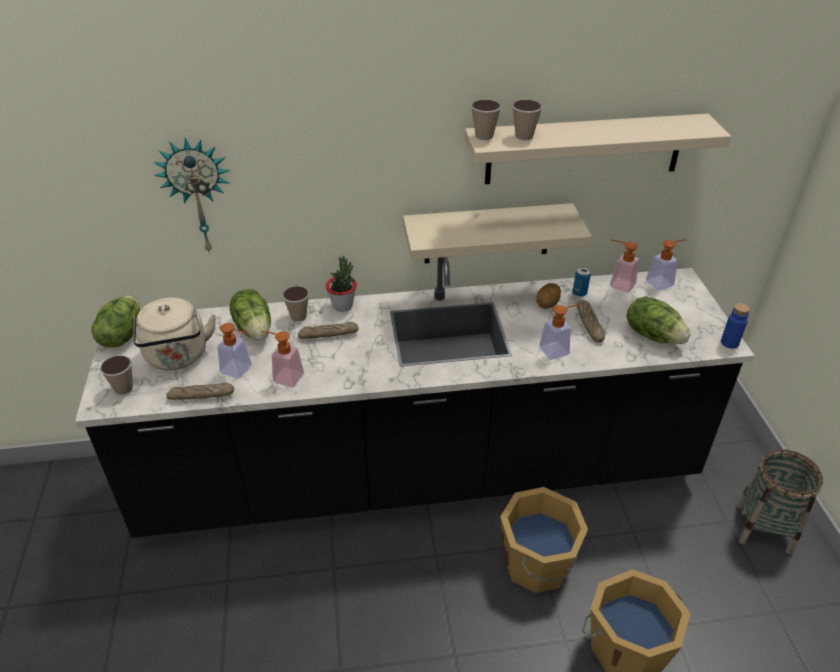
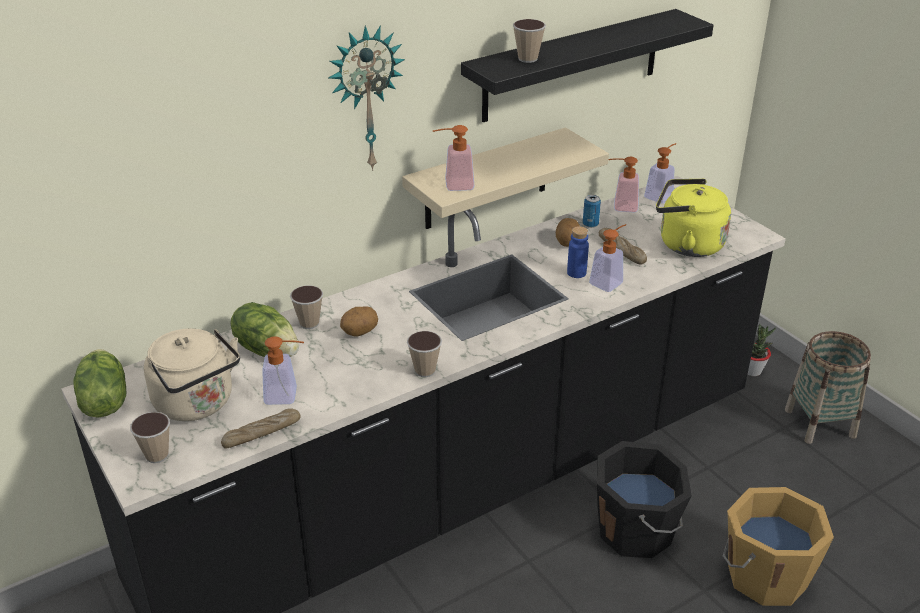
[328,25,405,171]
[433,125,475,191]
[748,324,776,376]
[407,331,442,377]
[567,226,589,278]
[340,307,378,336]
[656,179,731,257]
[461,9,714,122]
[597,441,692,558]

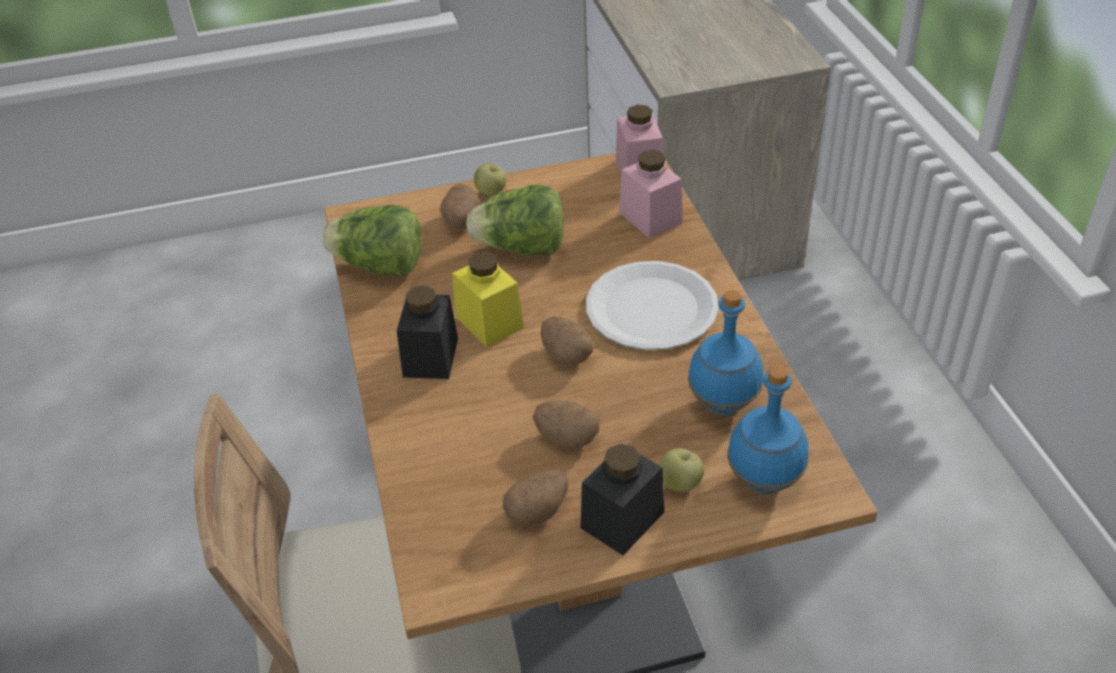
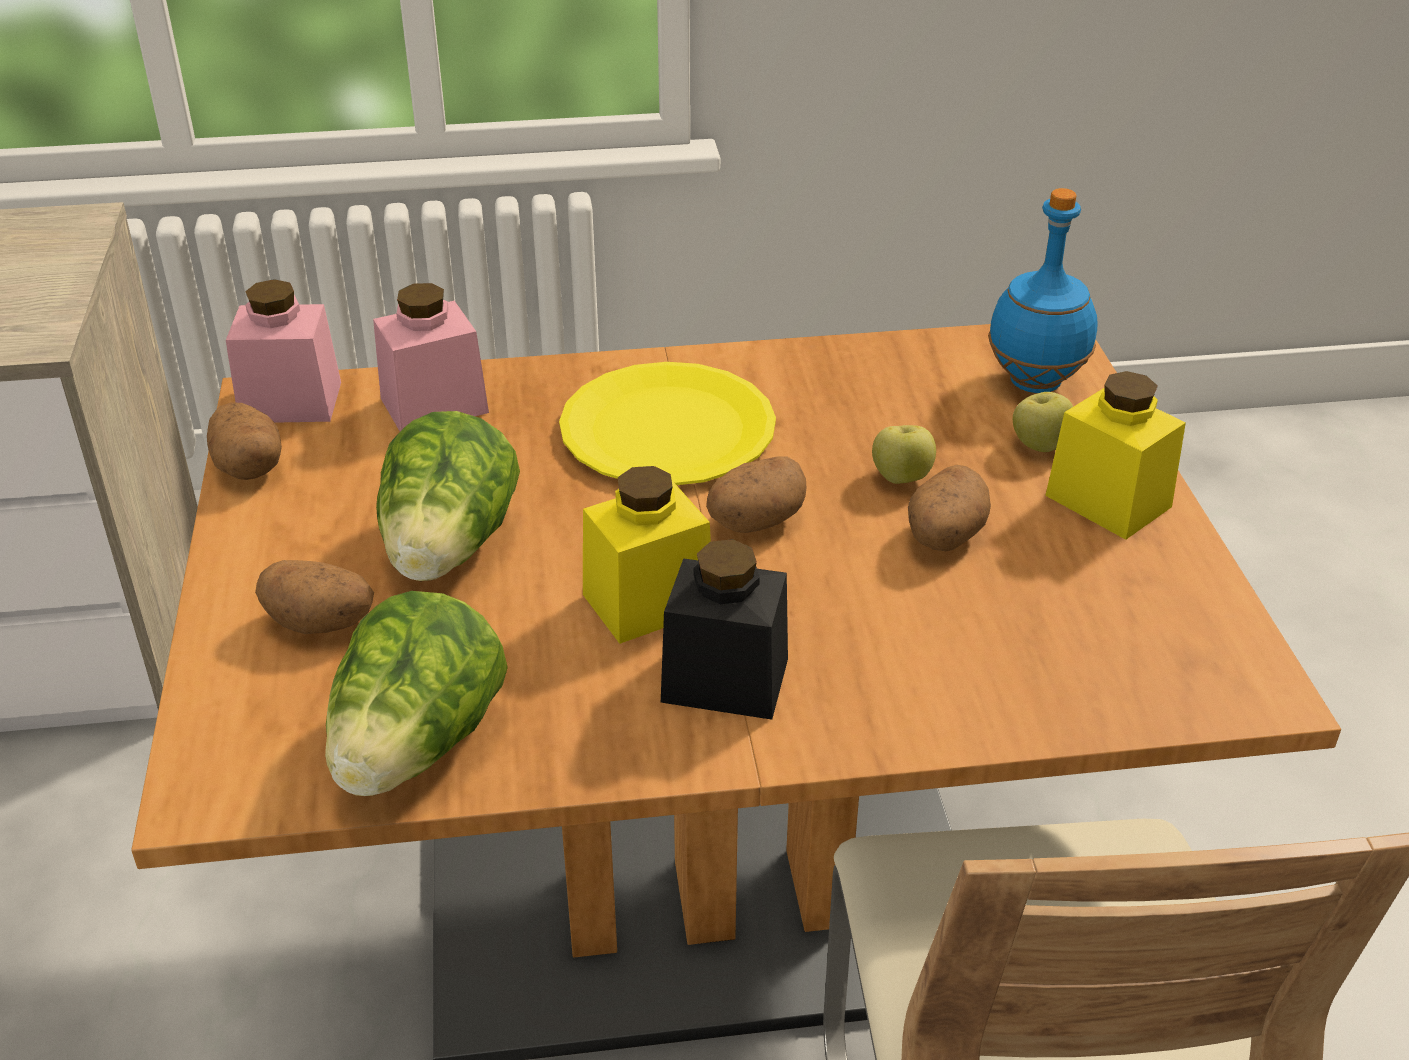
[688,290,763,415] (first image)
[872,425,936,484]
[207,402,282,480]
[1045,371,1186,540]
[559,362,776,485]

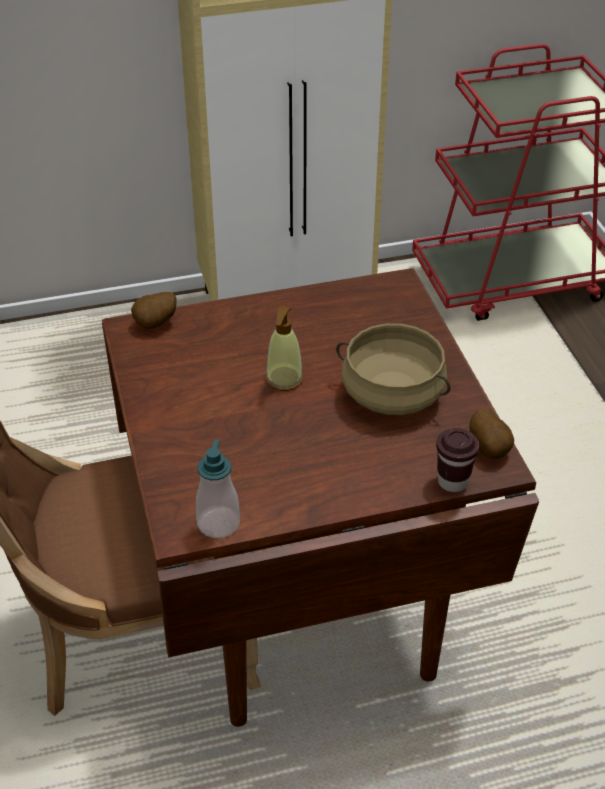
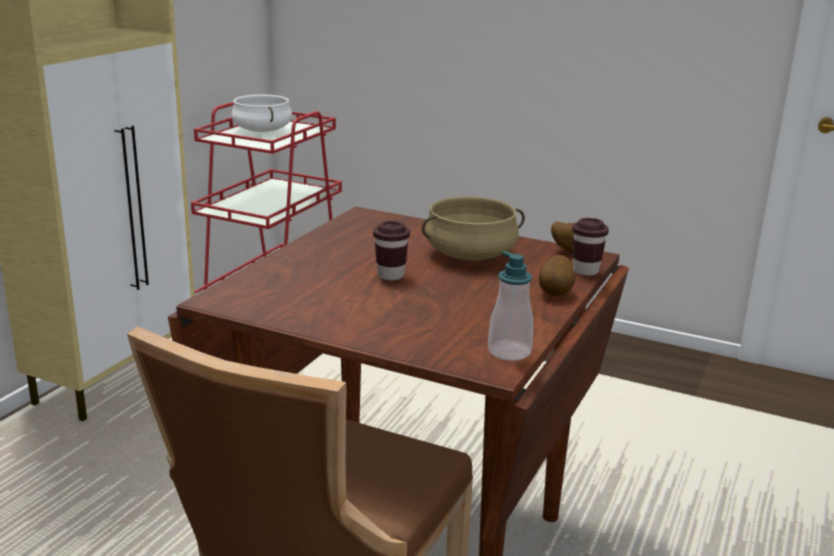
[231,95,292,132]
[539,255,575,296]
[373,221,410,281]

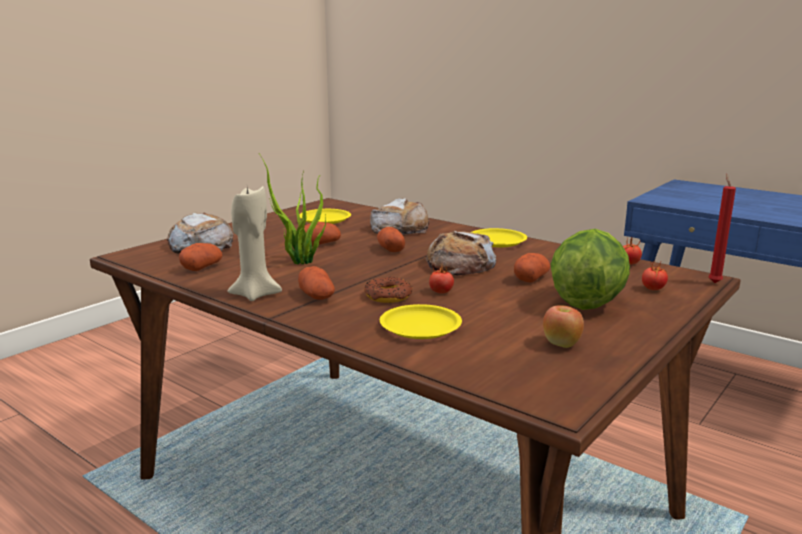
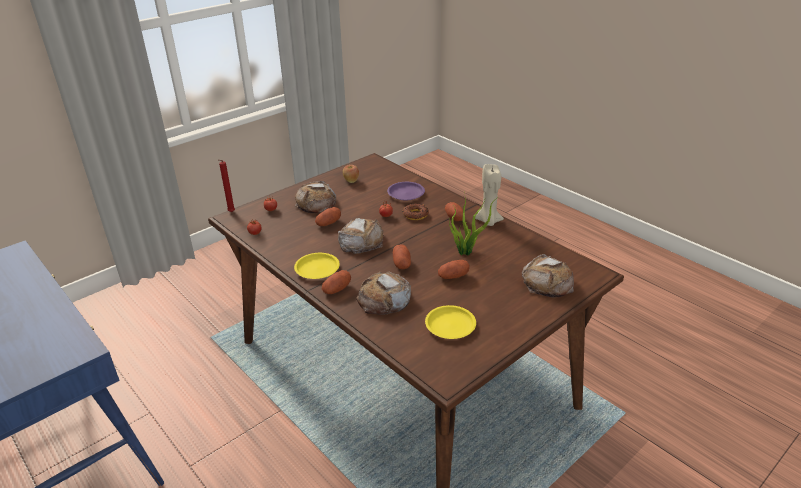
[322,270,351,294]
[295,181,336,213]
[387,182,425,200]

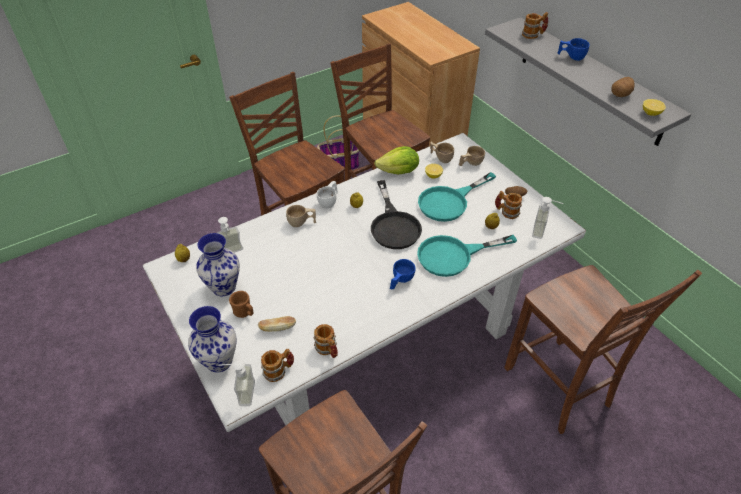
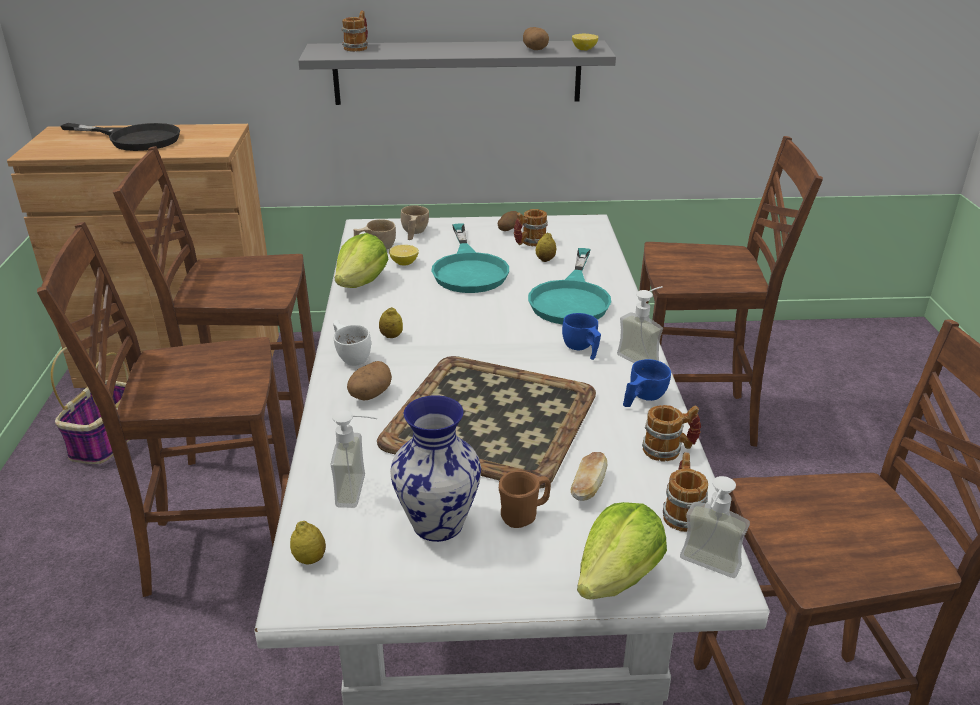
[377,356,596,489]
[61,123,180,151]
[617,286,663,363]
[623,359,671,407]
[577,502,667,599]
[347,361,392,400]

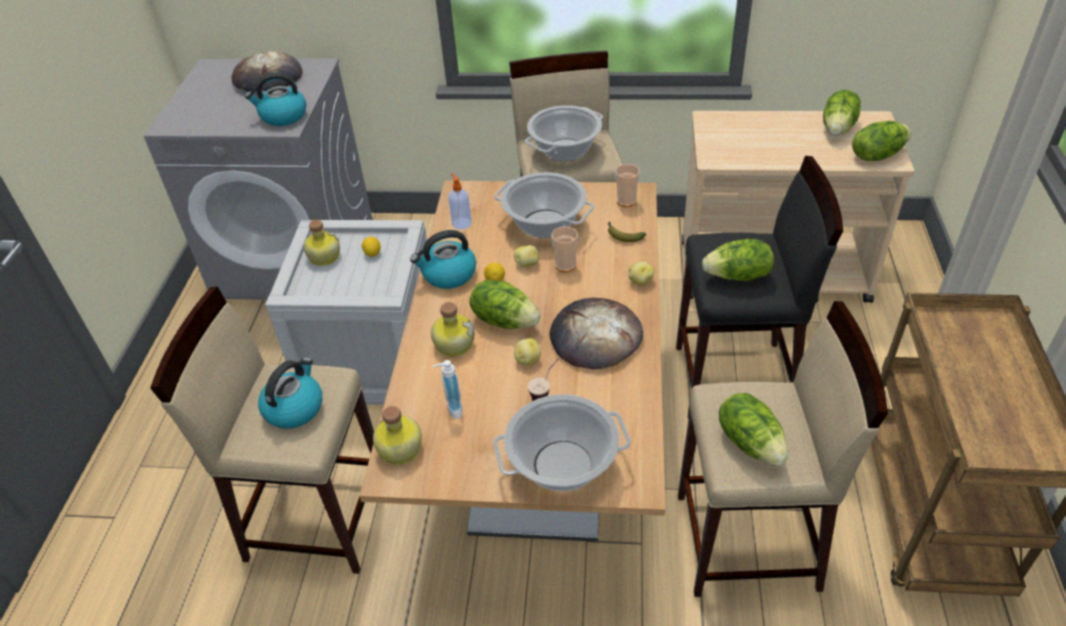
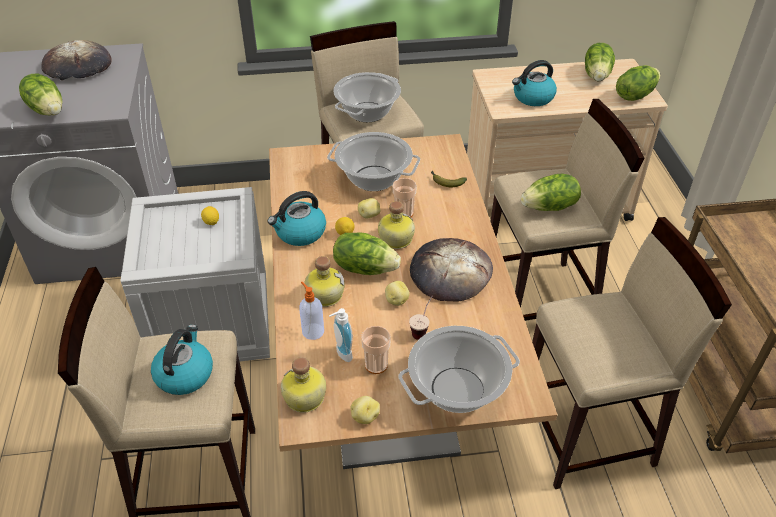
[512,60,557,106]
[378,201,415,249]
[299,282,324,340]
[361,326,391,374]
[351,396,380,424]
[19,73,63,116]
[491,99,645,321]

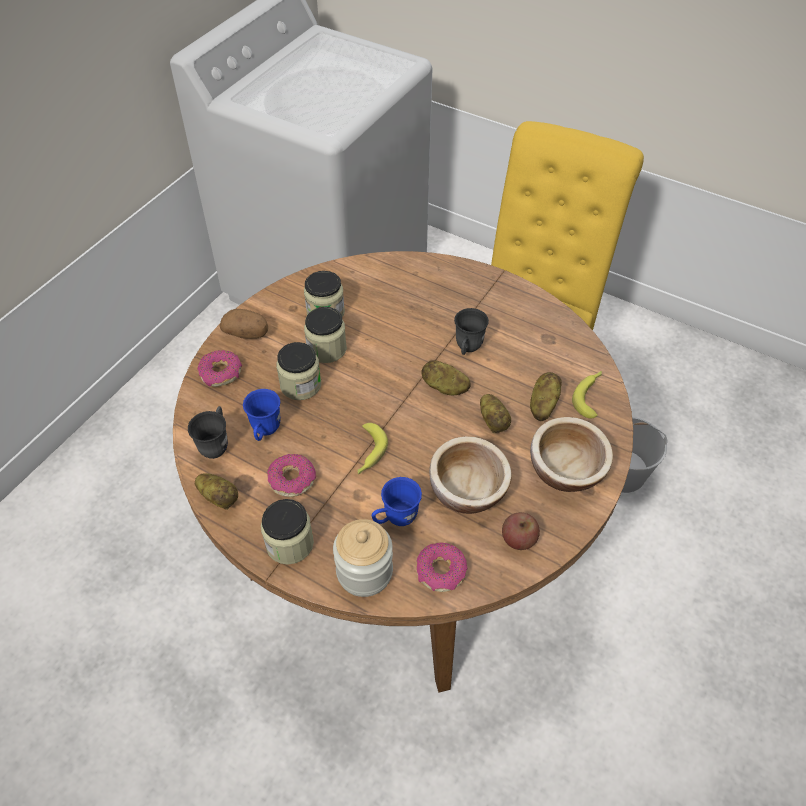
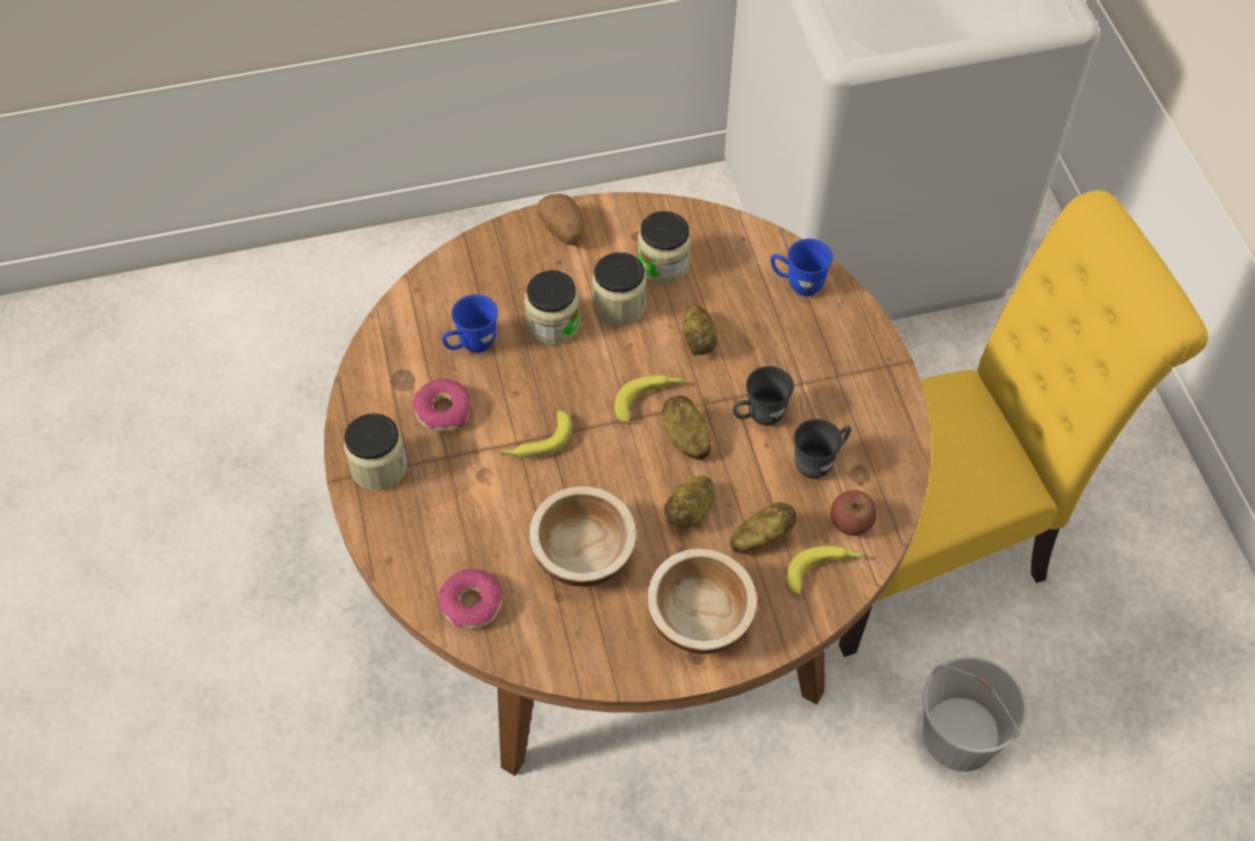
[197,350,242,387] (first image)
[333,519,393,597] (first image)
[614,375,684,423]
[794,419,851,479]
[683,305,718,356]
[770,239,833,296]
[831,490,877,536]

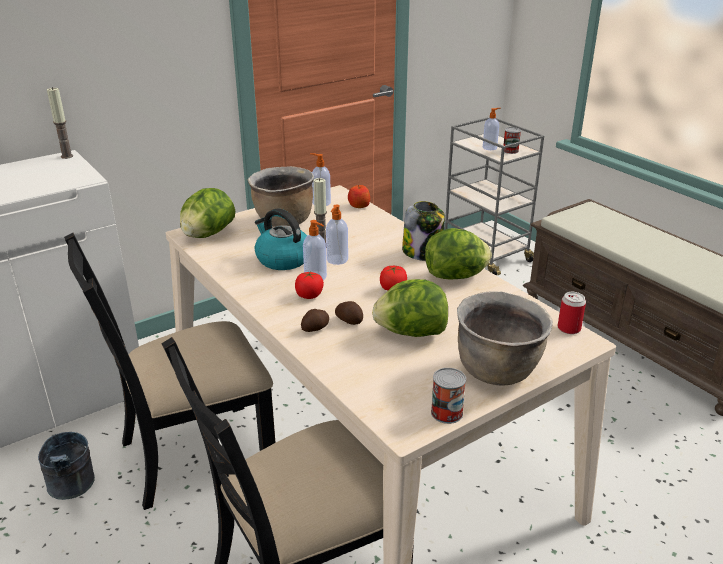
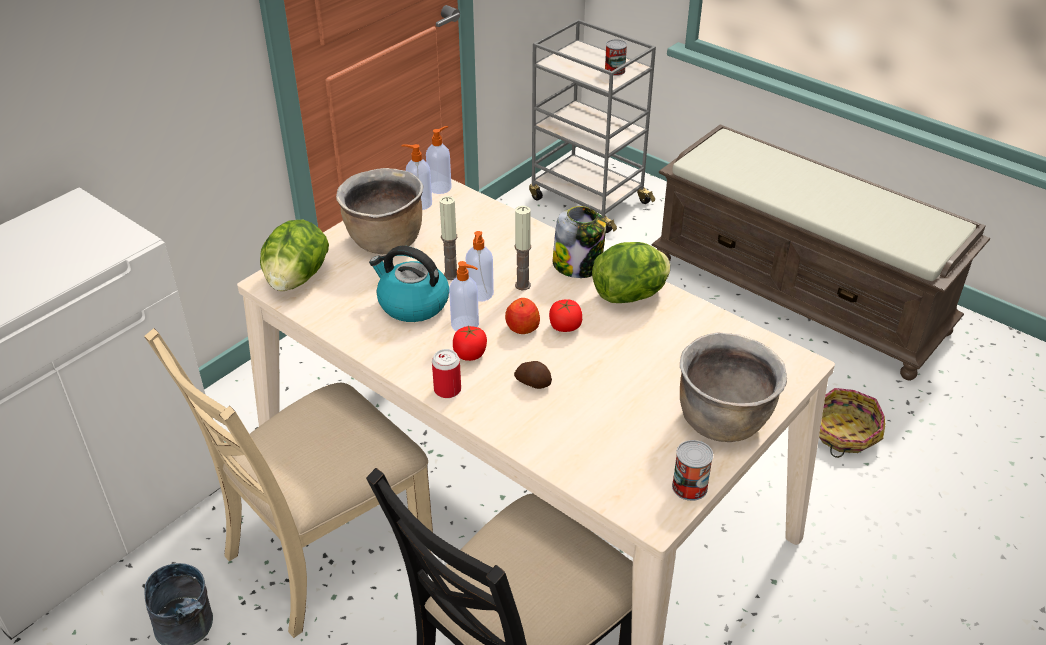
[301,309,329,332] (first image)
[372,279,448,337] (first image)
[819,388,886,458]
[514,206,531,290]
[505,298,540,334]
[426,126,452,194]
[432,349,461,398]
[144,328,433,638]

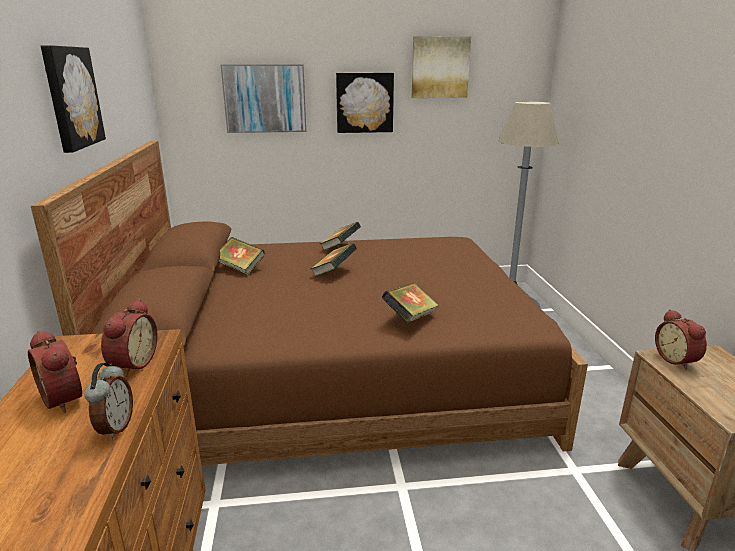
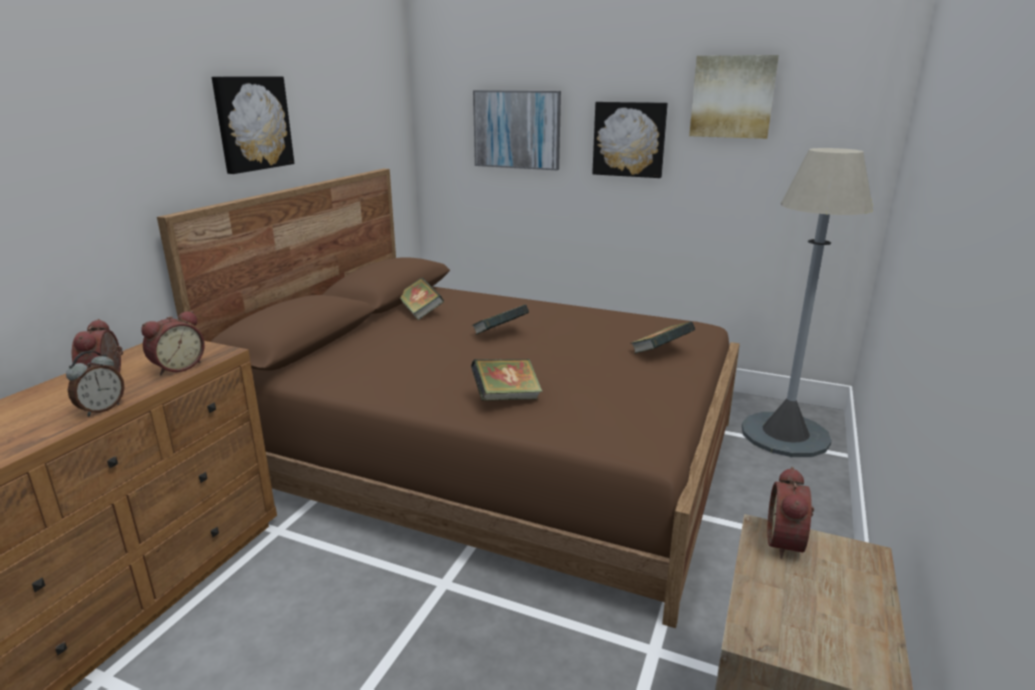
[630,322,695,354]

